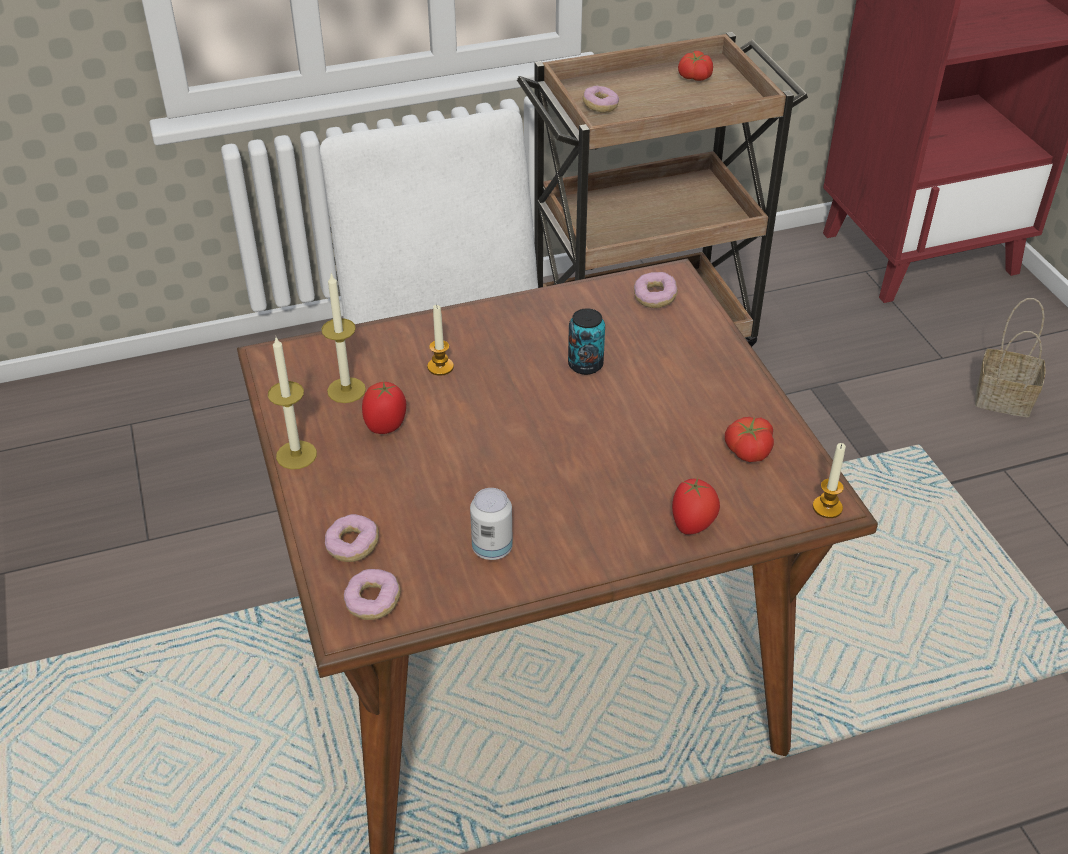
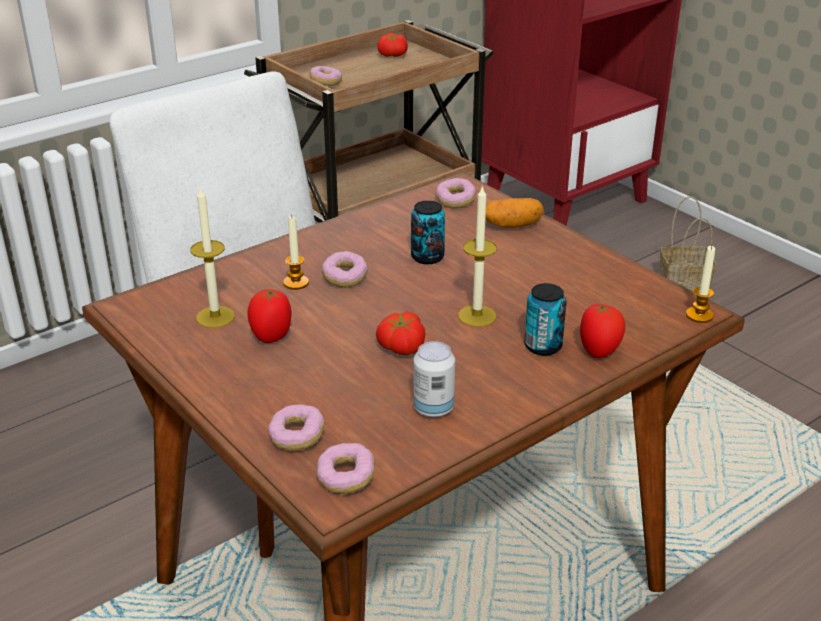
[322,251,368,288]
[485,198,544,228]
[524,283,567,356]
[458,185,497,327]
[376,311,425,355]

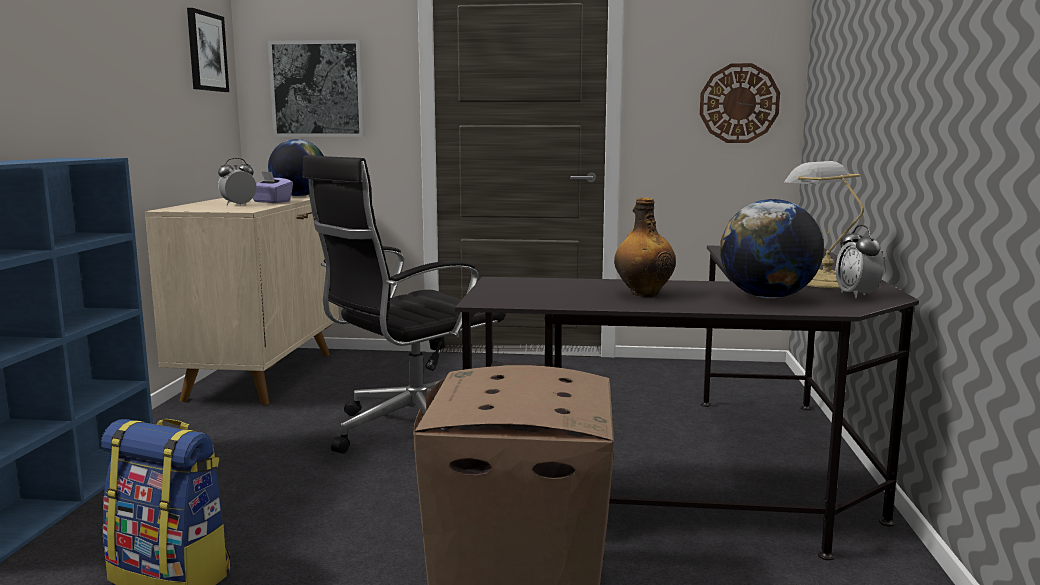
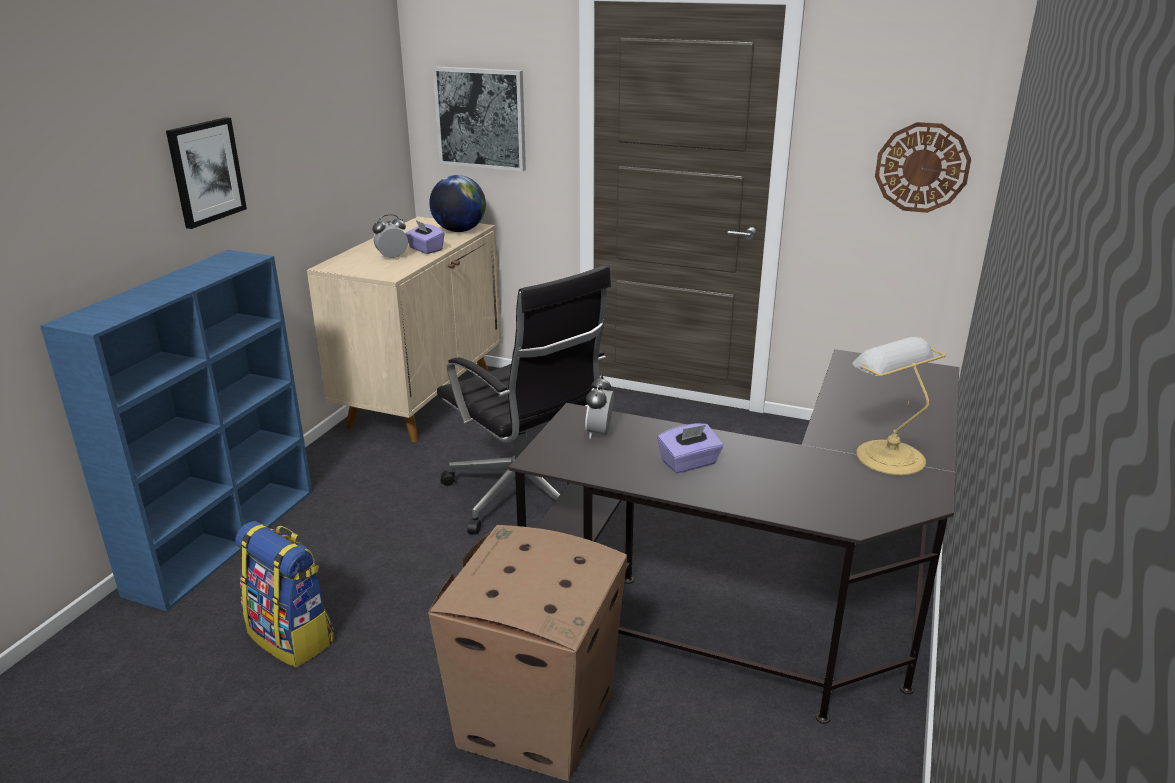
[720,199,824,298] (first image)
[166,117,247,229]
[585,375,614,439]
[657,423,723,473]
[437,265,611,535]

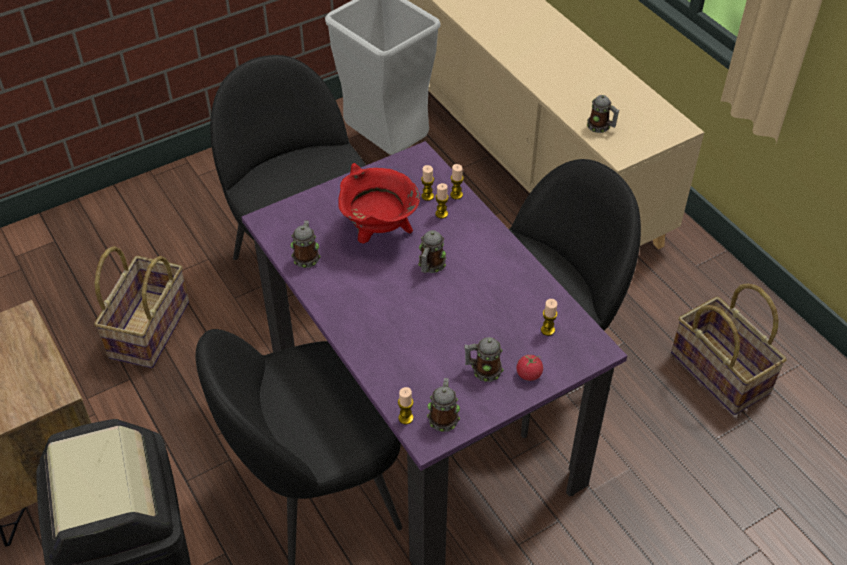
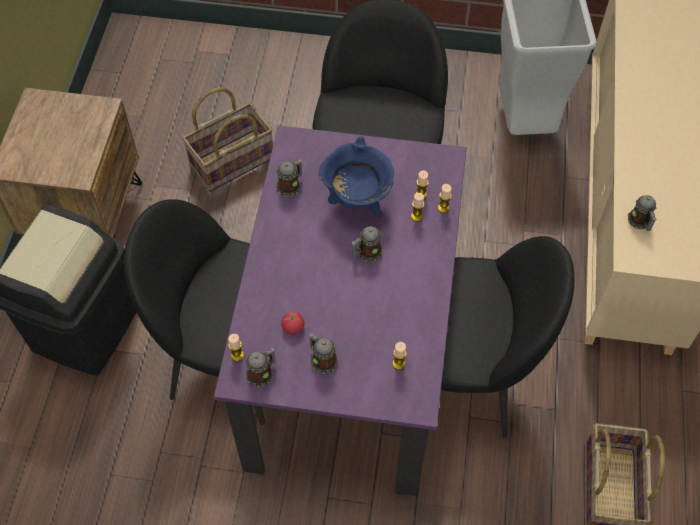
[281,312,304,335]
[319,136,394,217]

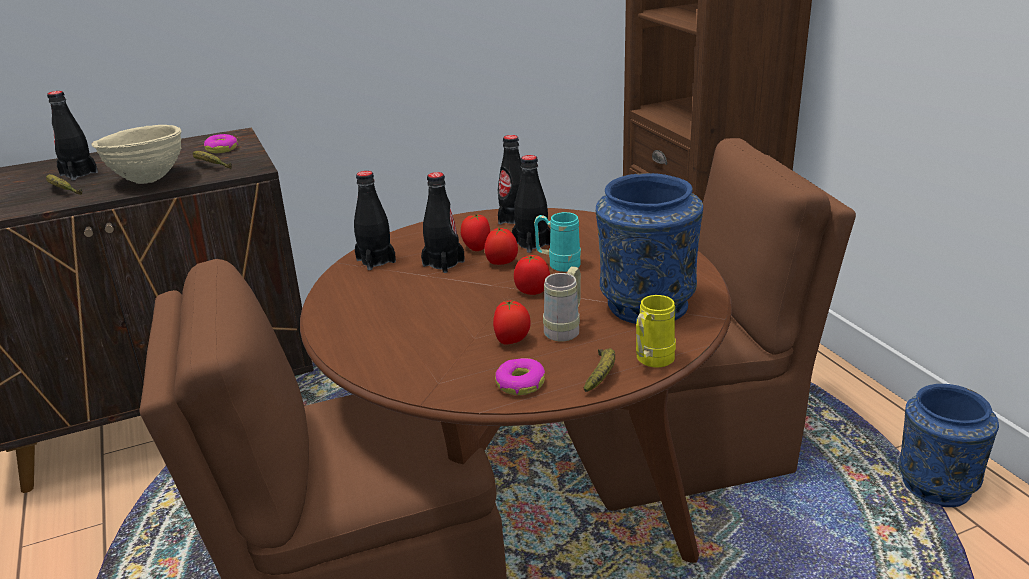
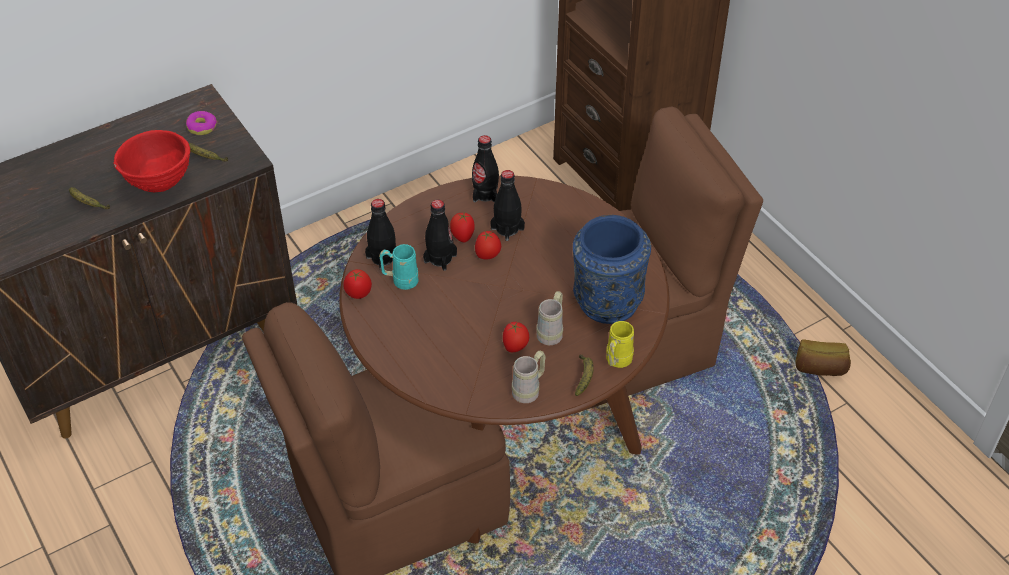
[47,91,98,180] (first image)
[343,269,372,299]
[379,244,419,290]
[512,351,546,403]
[795,339,851,376]
[113,130,190,192]

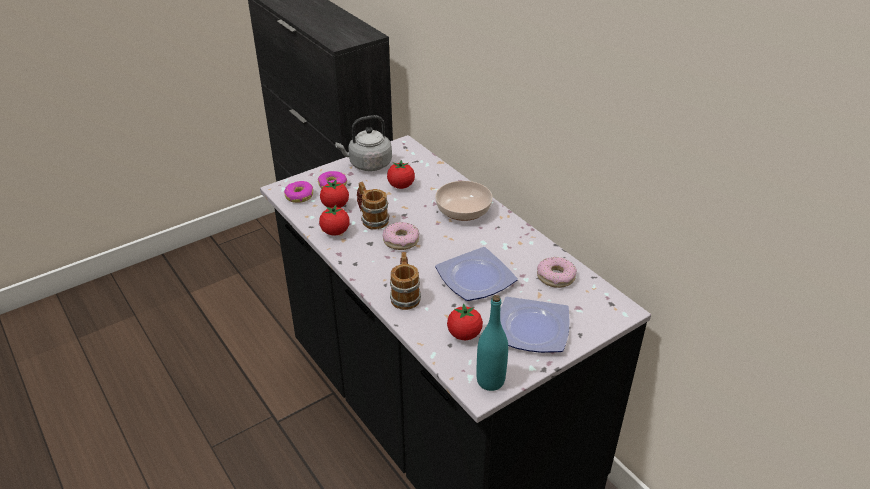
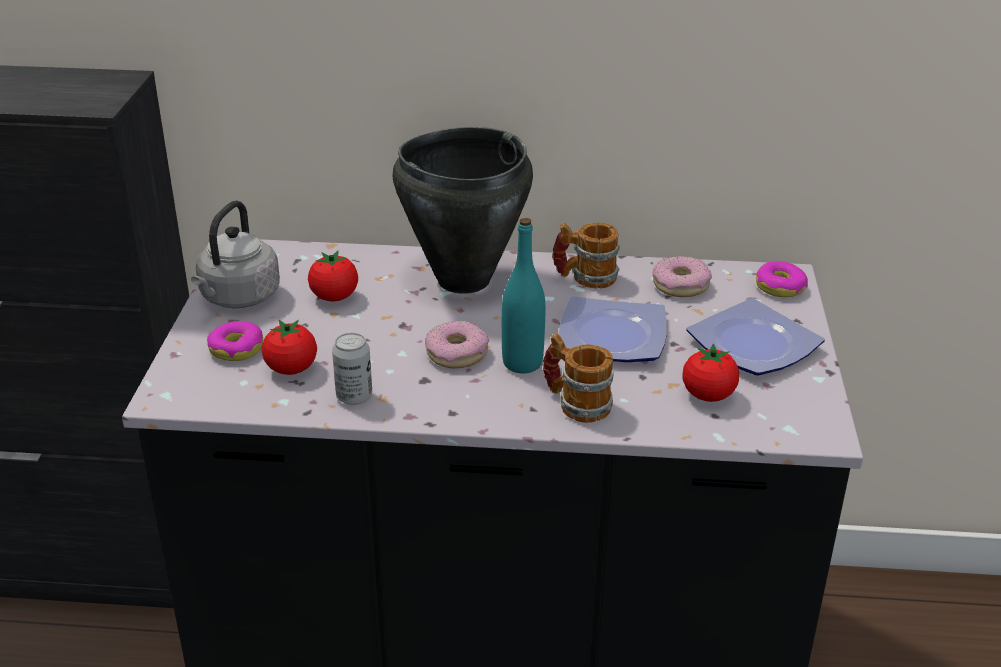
[756,261,808,297]
[552,223,620,288]
[502,218,545,373]
[332,333,372,405]
[393,127,533,294]

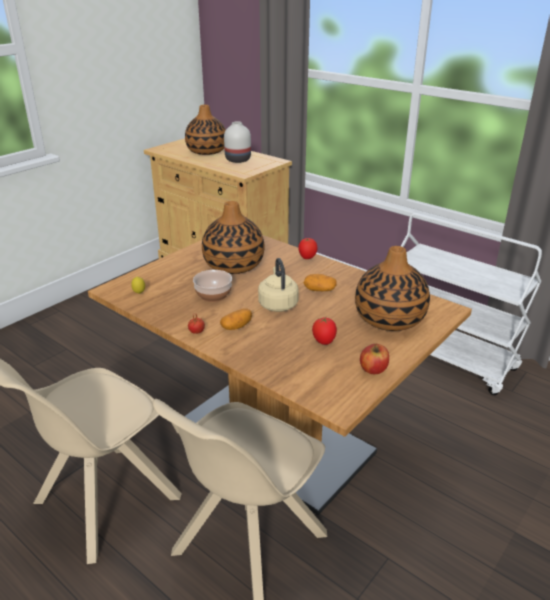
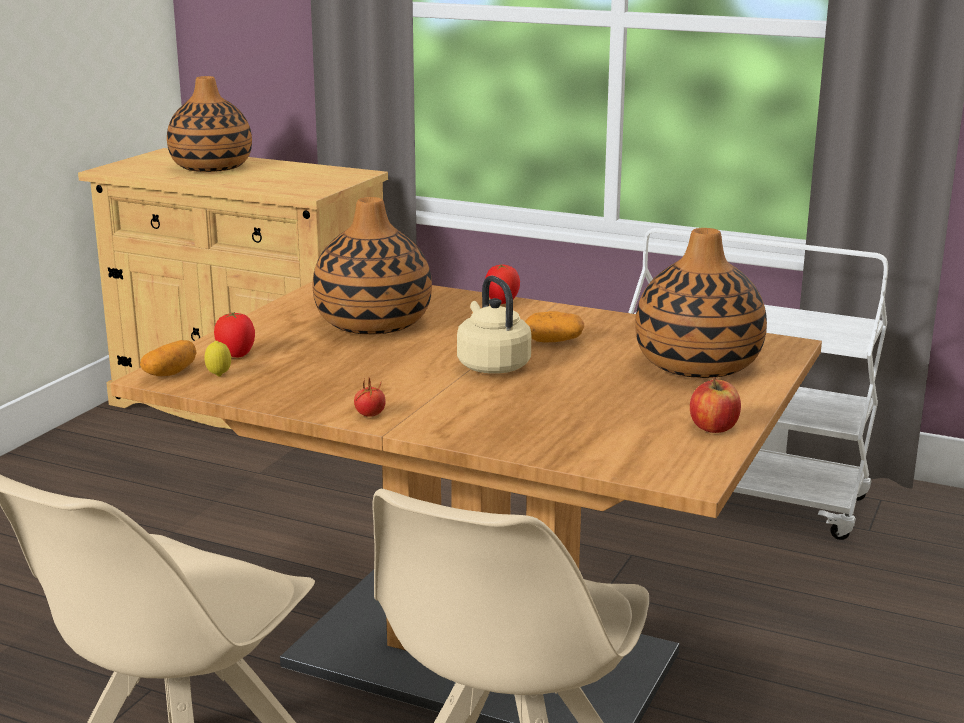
[193,270,232,302] (first image)
[224,122,251,163] (first image)
[140,340,197,376]
[214,312,255,357]

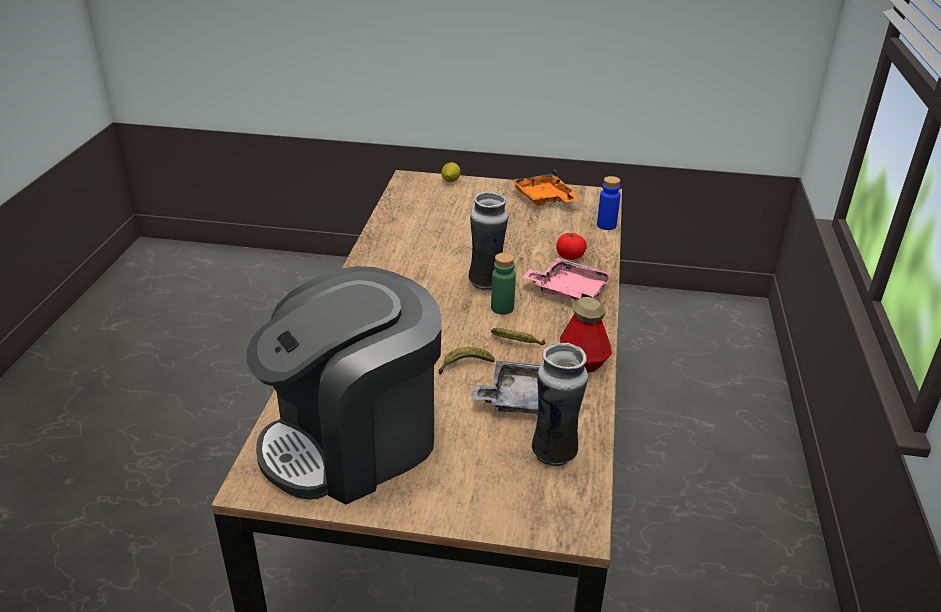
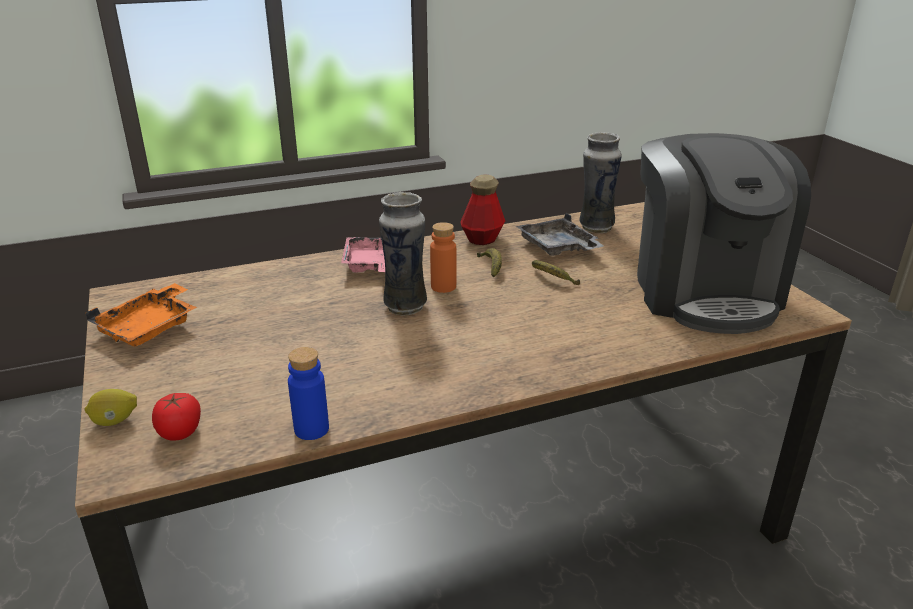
[152,393,201,441]
[288,347,329,440]
[430,222,456,293]
[637,133,811,334]

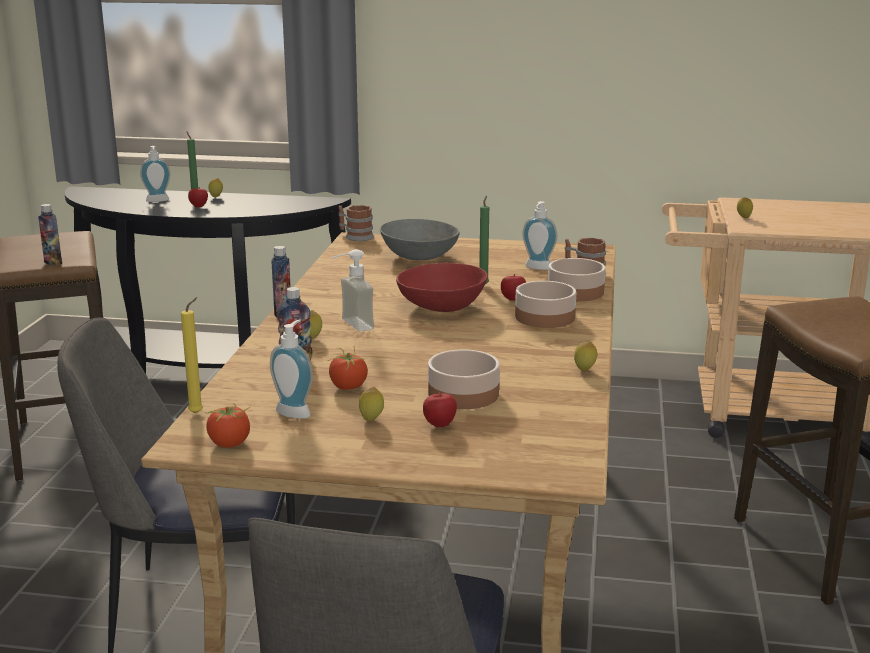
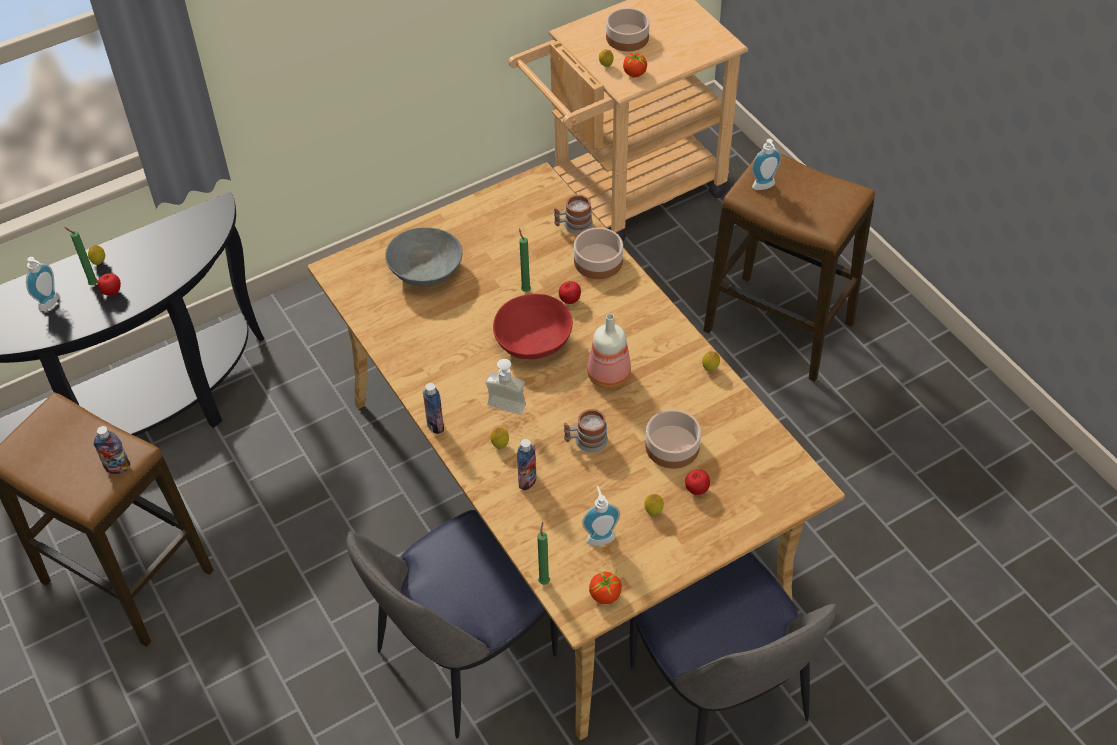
[587,314,631,389]
[623,49,647,77]
[564,409,608,453]
[606,8,650,52]
[752,139,781,190]
[537,522,550,585]

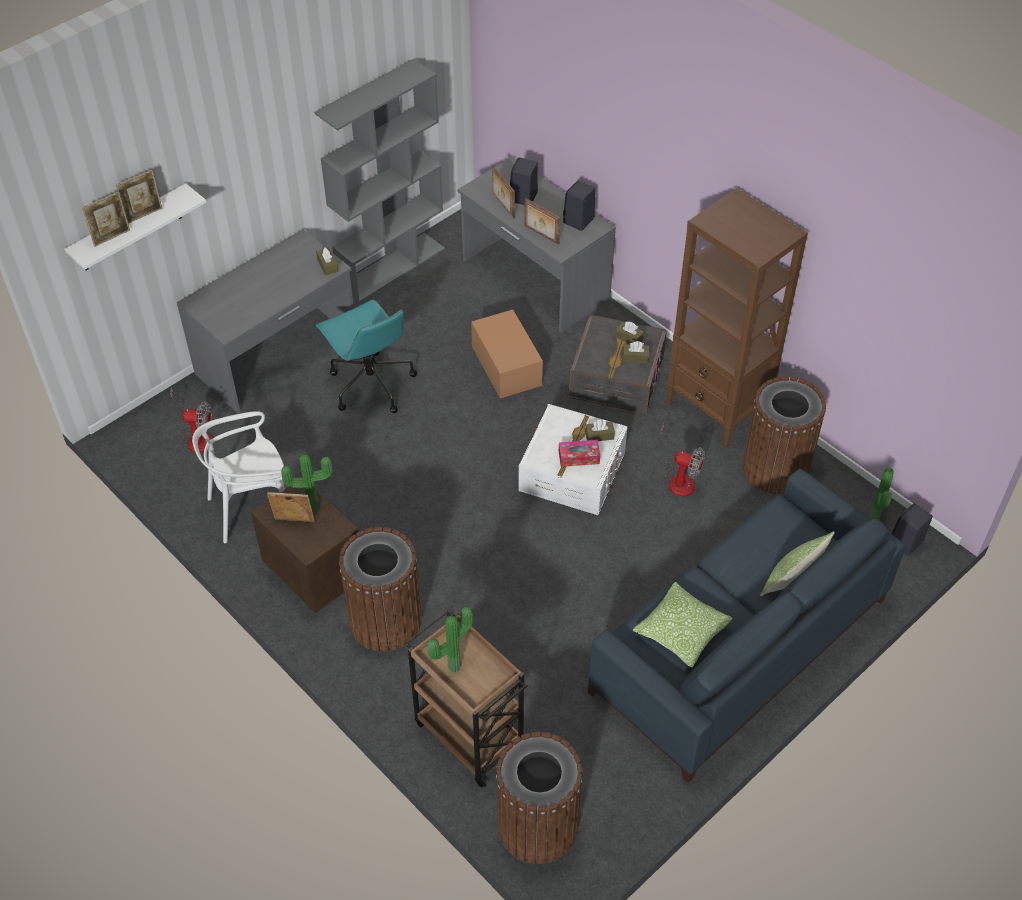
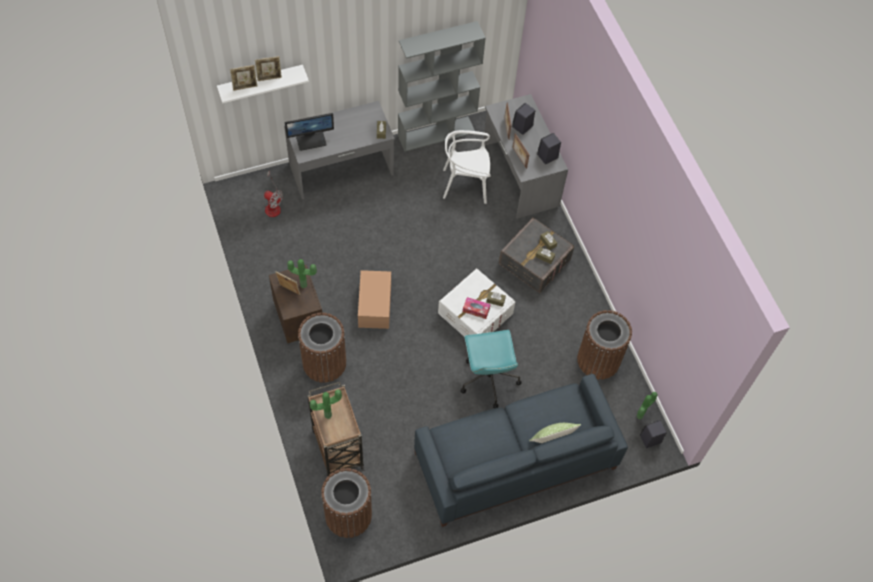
[633,582,733,668] (first image)
[660,424,705,497] (first image)
[666,188,808,448] (first image)
[285,113,334,151]
[443,130,491,204]
[461,330,522,408]
[358,270,391,329]

